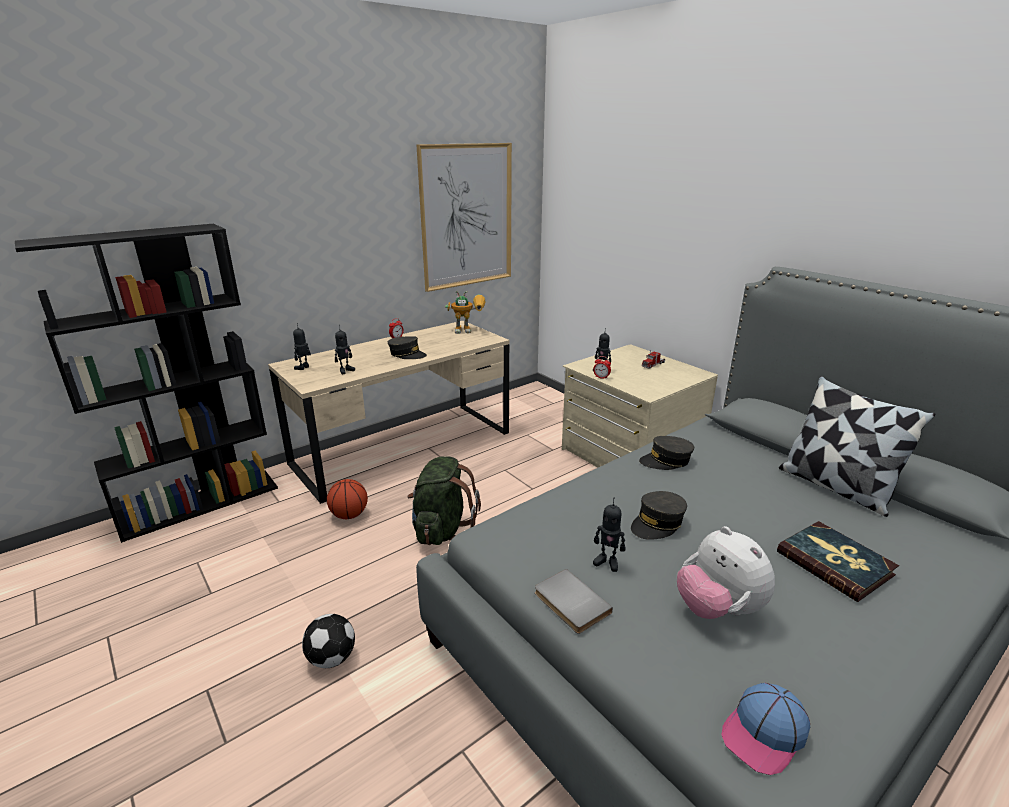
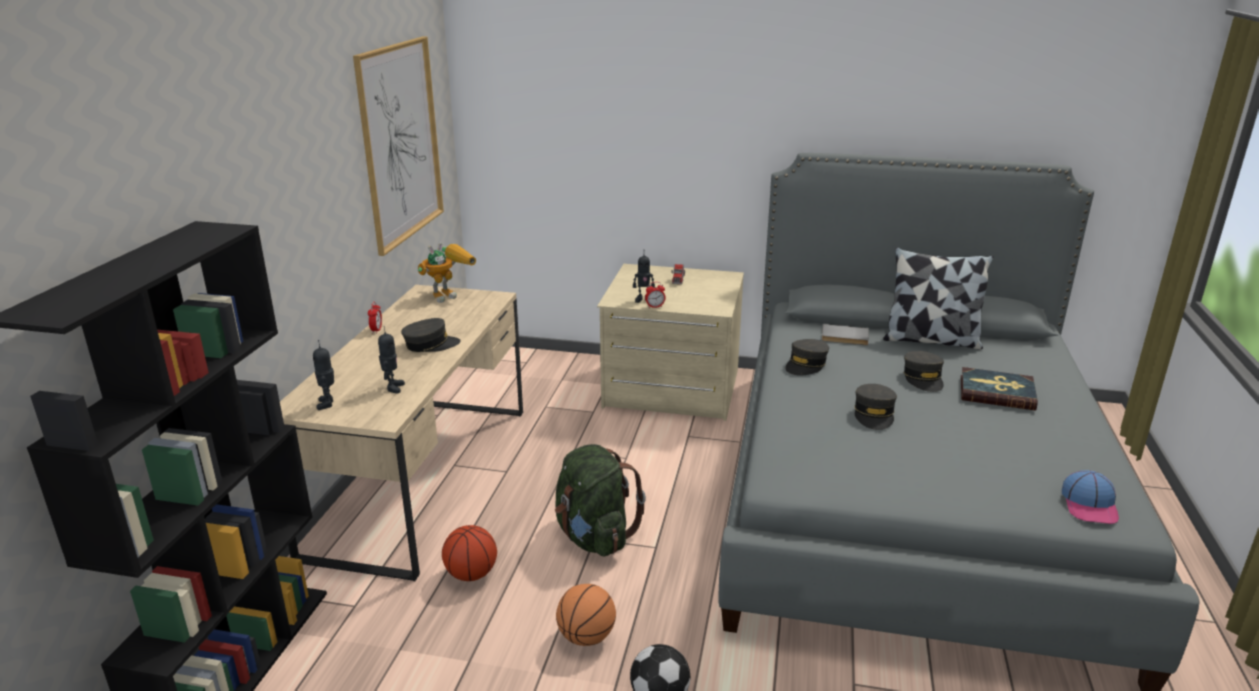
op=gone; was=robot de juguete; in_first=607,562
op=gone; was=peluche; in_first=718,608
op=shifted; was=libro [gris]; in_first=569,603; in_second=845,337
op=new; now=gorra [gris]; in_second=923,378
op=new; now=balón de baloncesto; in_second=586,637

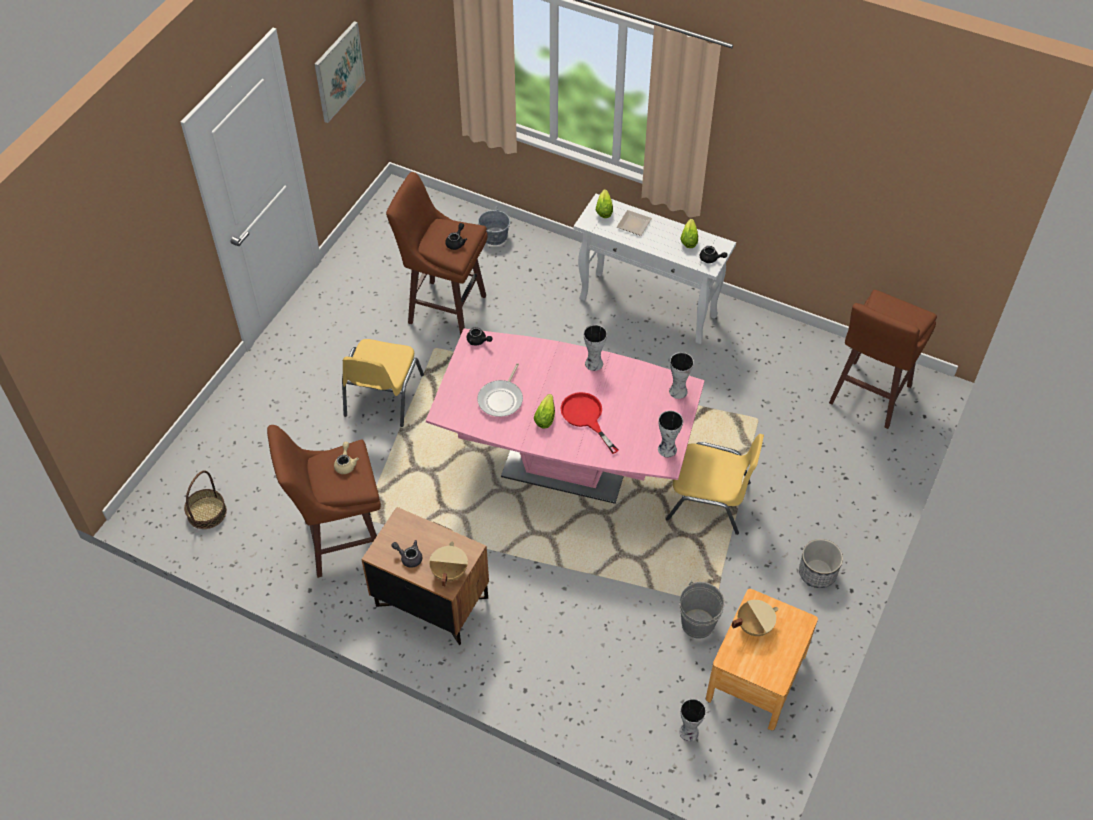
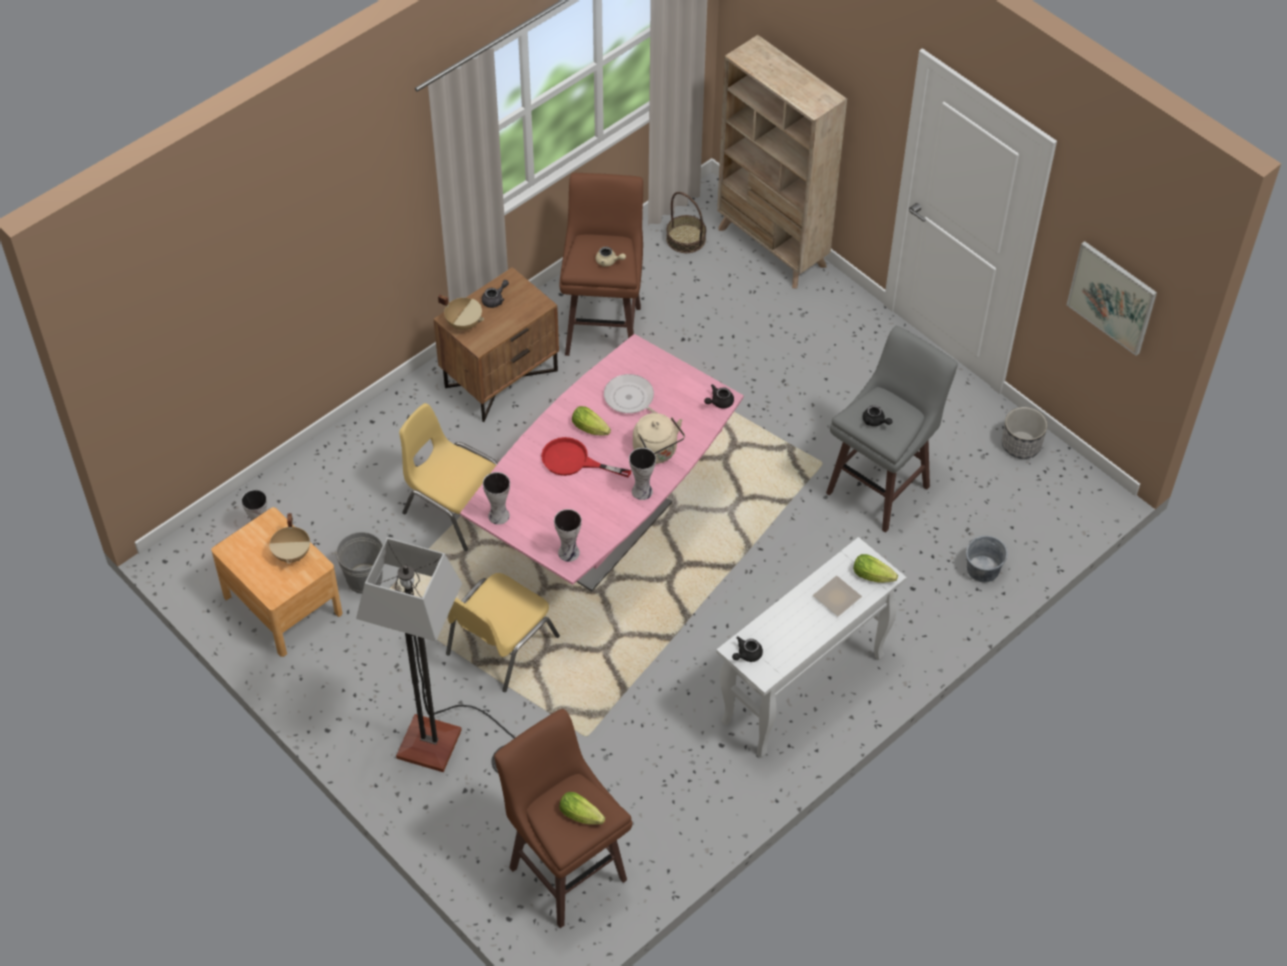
op=repainted; was=taburete [marrón]; now=taburete [gris]; in_first=445,308; in_second=880,488
op=shifted; was=lechuga; in_first=689,238; in_second=583,816
op=shifted; was=silla [amarillo]; in_first=382,396; in_second=455,506
op=rotated; was=sartén [rojo]; in_first=585,417; in_second=573,461; clockwise=-150
op=shifted; was=maceta; in_first=817,573; in_second=1021,445
op=new; now=estantería [beis]; in_second=772,248
op=new; now=hervidor [beis]; in_second=657,452
op=new; now=lámpara de pie; in_second=448,744

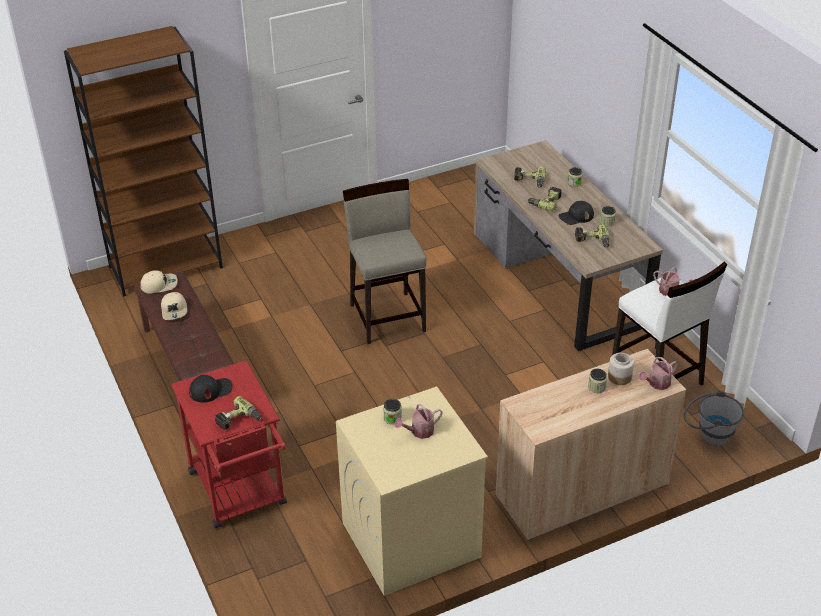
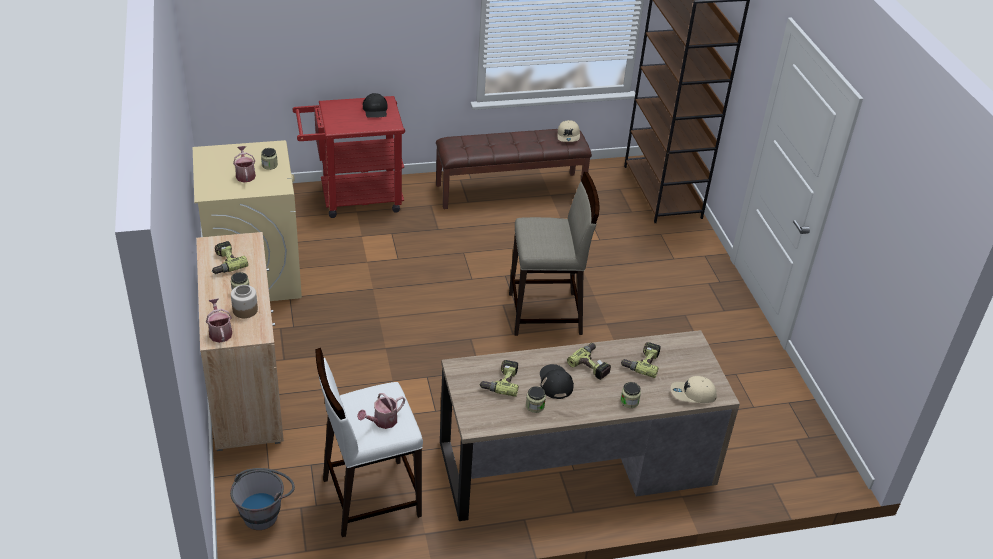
op=shifted; was=gorra [beis]; in_first=174,310; in_second=693,394
op=shifted; was=taladro; in_first=238,421; in_second=224,263

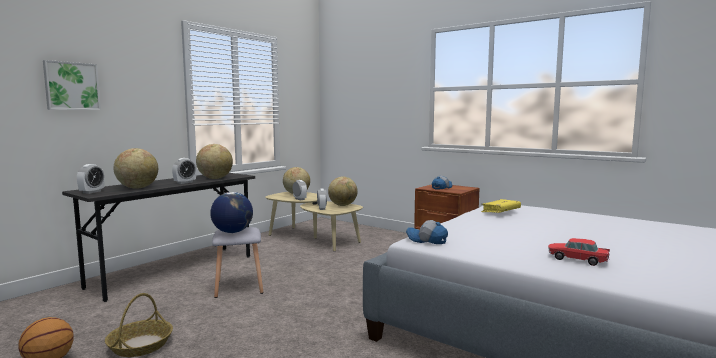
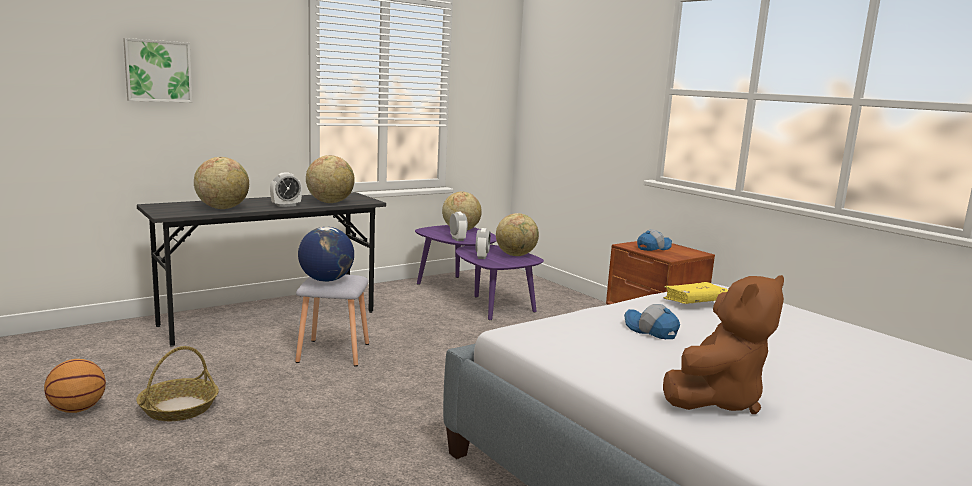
op=gone; was=despertador; in_first=92,192
op=repainted; was=mesa de centro [beis]; now=mesa de centro [morado]; in_first=313,238; in_second=473,296
op=shifted; was=gorra; in_first=426,240; in_second=650,331
op=swapped; was=coche de juguete; now=peluche [marrón]; in_first=577,260; in_second=716,399

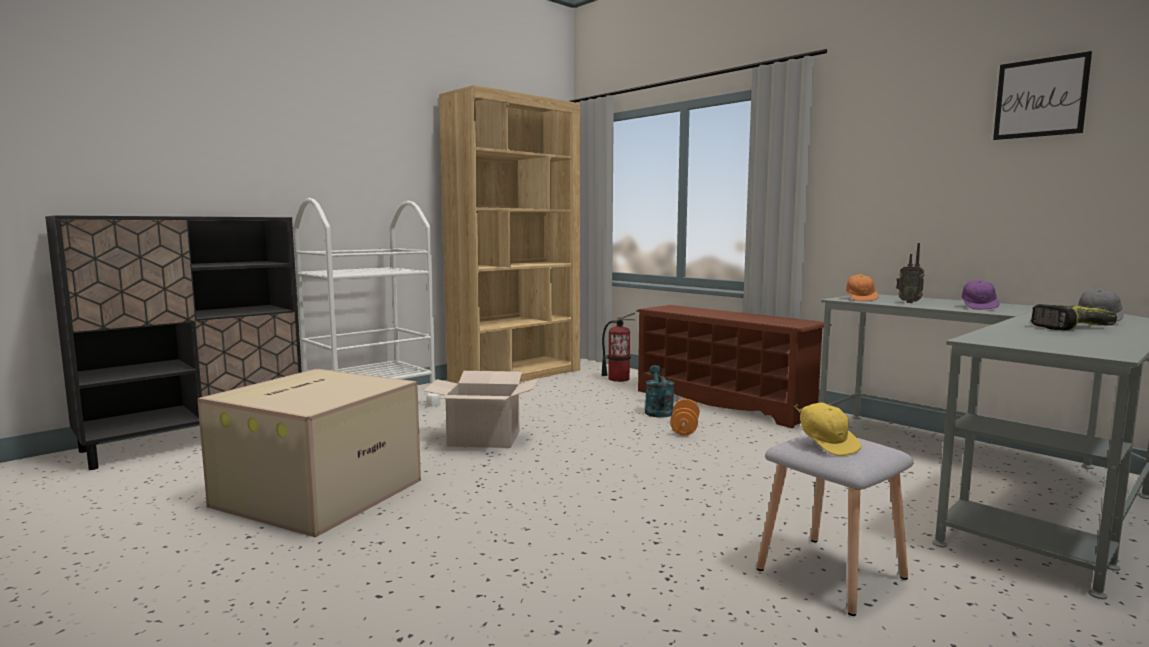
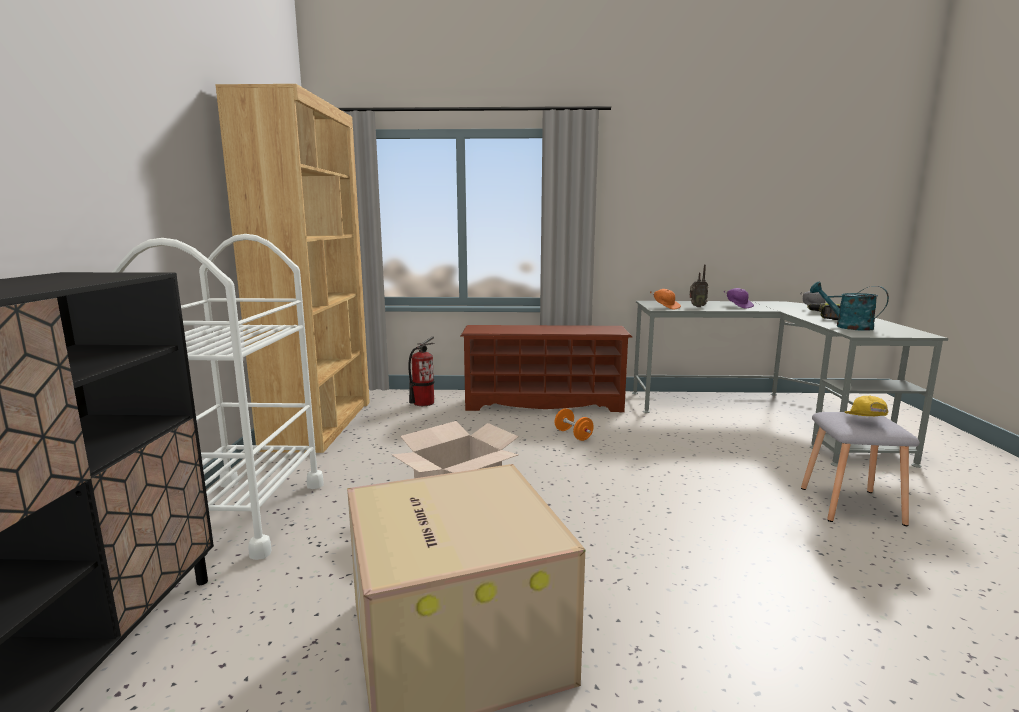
op=gone; was=cuadro; in_first=1040,97
op=shifted; was=regadera [turquesa]; in_first=658,411; in_second=847,326
op=rotated; was=gorra [amarillo]; in_first=826,445; in_second=865,422; clockwise=-105

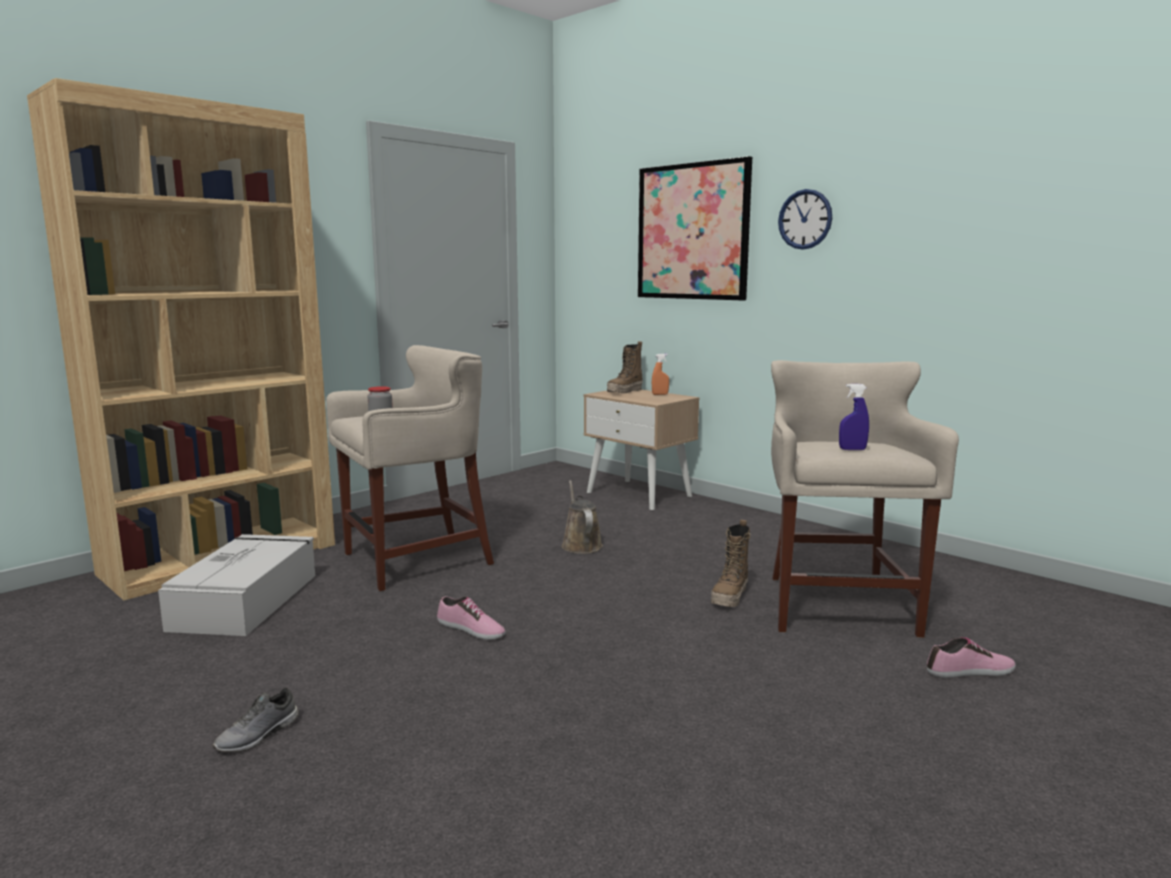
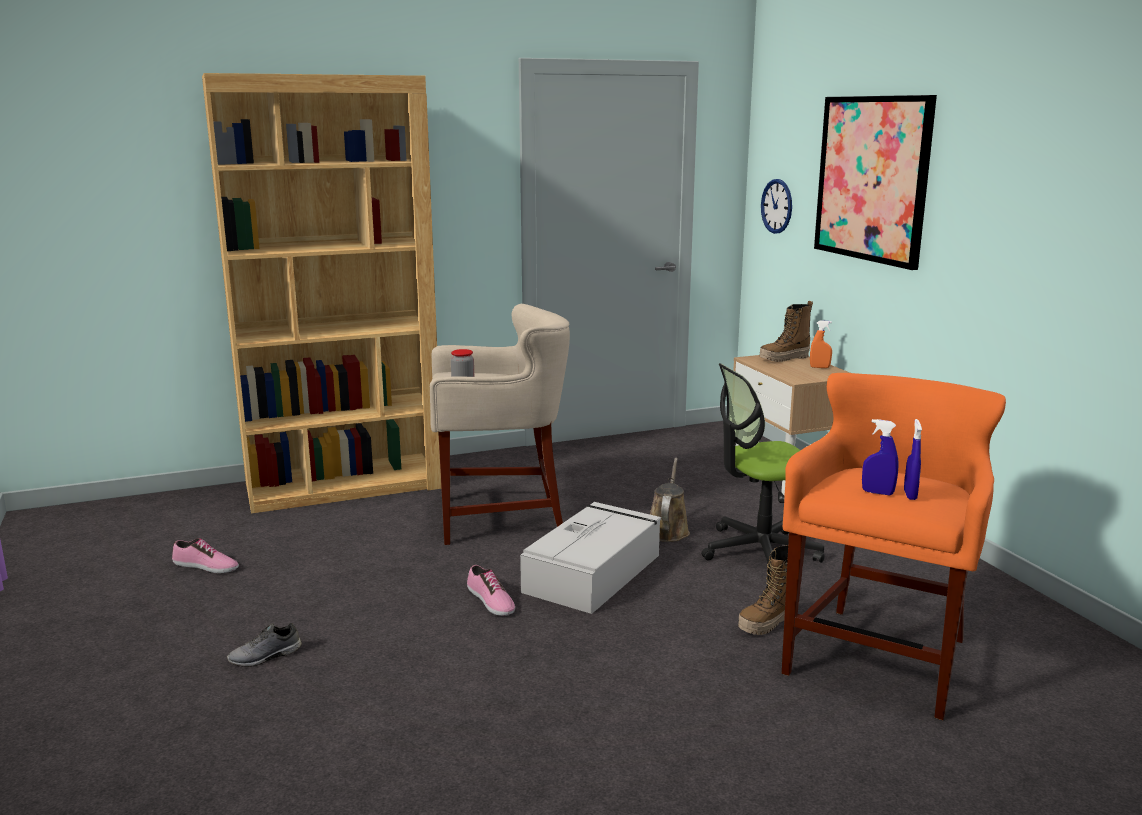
op=shifted; was=reloj de pared; in_first=805,219; in_second=777,206
op=repainted; was=taburete [beis]; now=taburete [naranja]; in_first=837,606; in_second=878,660
op=shifted; was=caja de almacenaje [gris]; in_first=247,600; in_second=594,572
op=shifted; was=zapato; in_first=970,671; in_second=205,566
op=new; now=silla de oficina; in_second=759,551
op=new; now=pulverizador [azul]; in_second=910,495

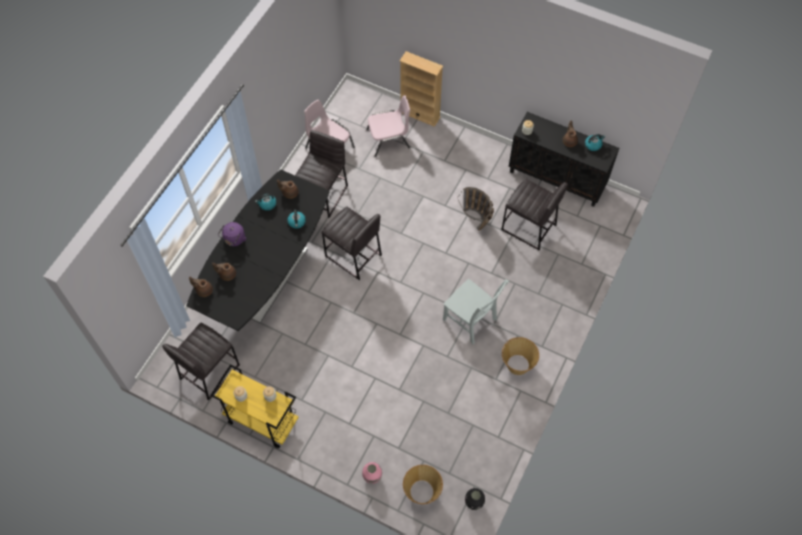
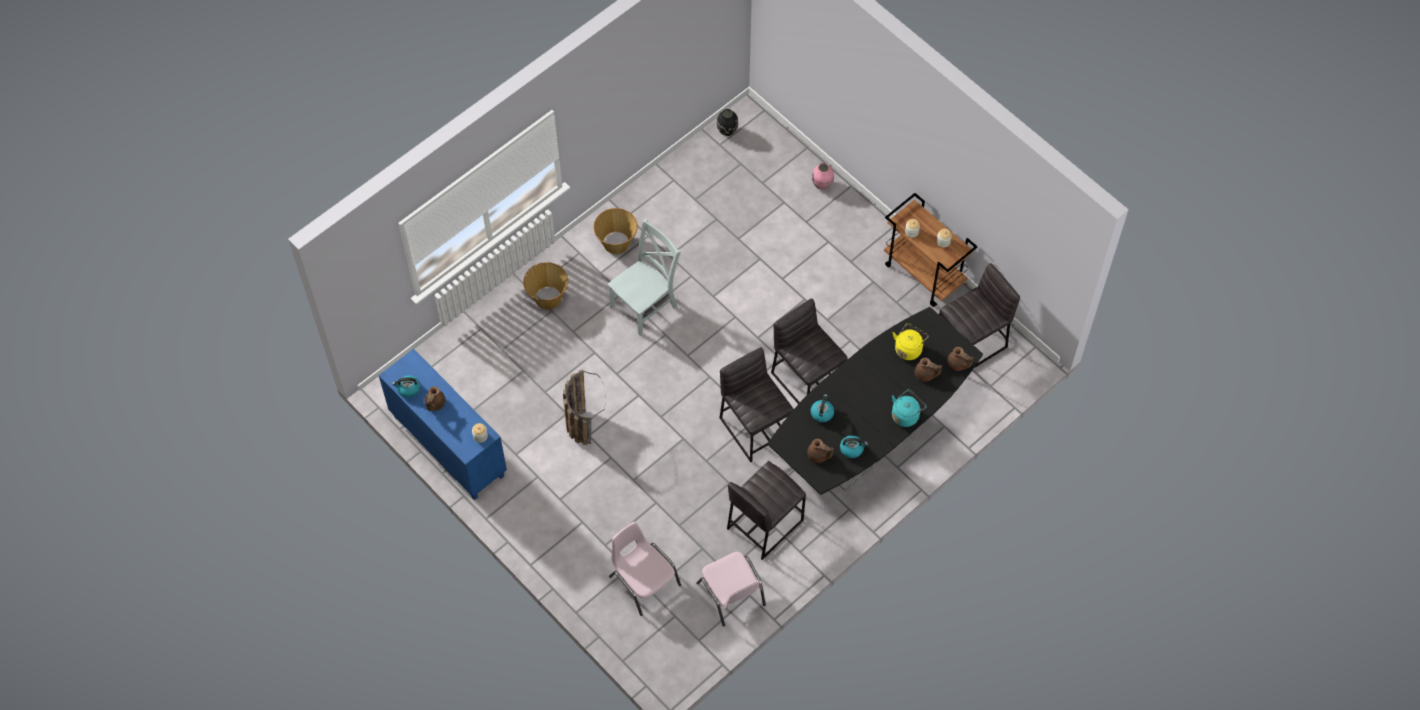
op=gone; was=estantería [beis]; in_first=420,114
op=rotated; was=silla [rosa]; in_first=389,139; in_second=643,580; clockwise=45
op=repainted; was=armario [negro]; now=armario [azul]; in_first=557,179; in_second=447,446
op=shifted; was=taburete [gris]; in_first=529,228; in_second=807,380
op=repainted; was=hervidor [morado]; now=hervidor [turquesa]; in_first=234,240; in_second=906,415
op=rotated; was=silla [gris]; in_first=471,321; in_second=646,305; clockwise=75
op=repainted; was=carrito [amarillo]; now=carrito [marrón]; in_first=261,421; in_second=924,274
op=shifted; was=cesta; in_first=422,492; in_second=547,297
op=new; now=hervidor [amarillo]; in_second=909,348

